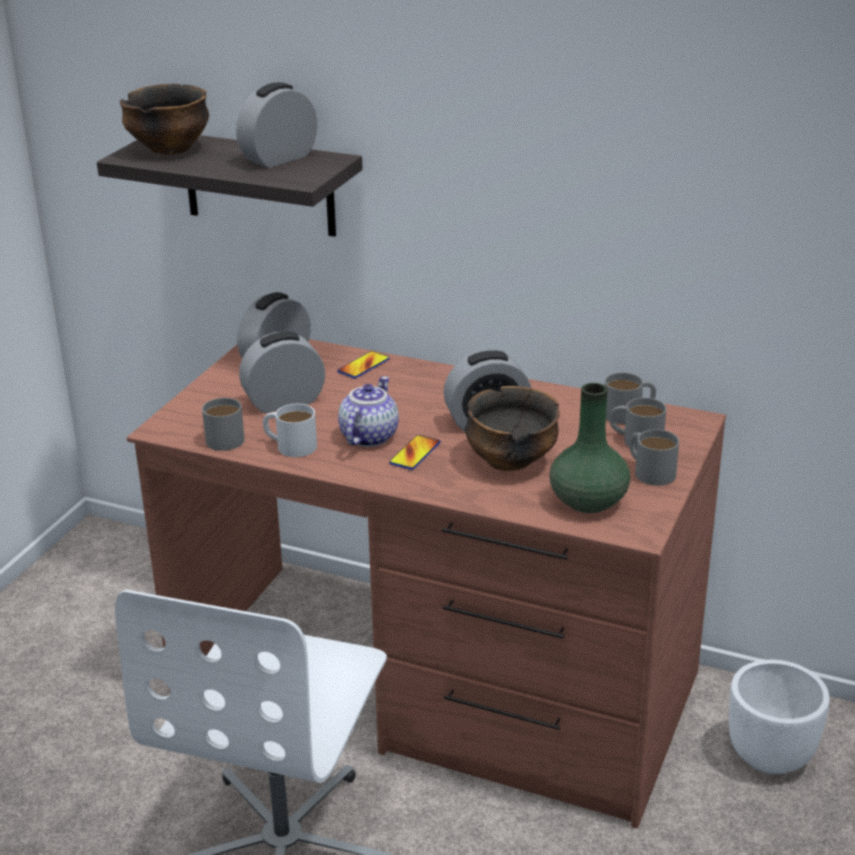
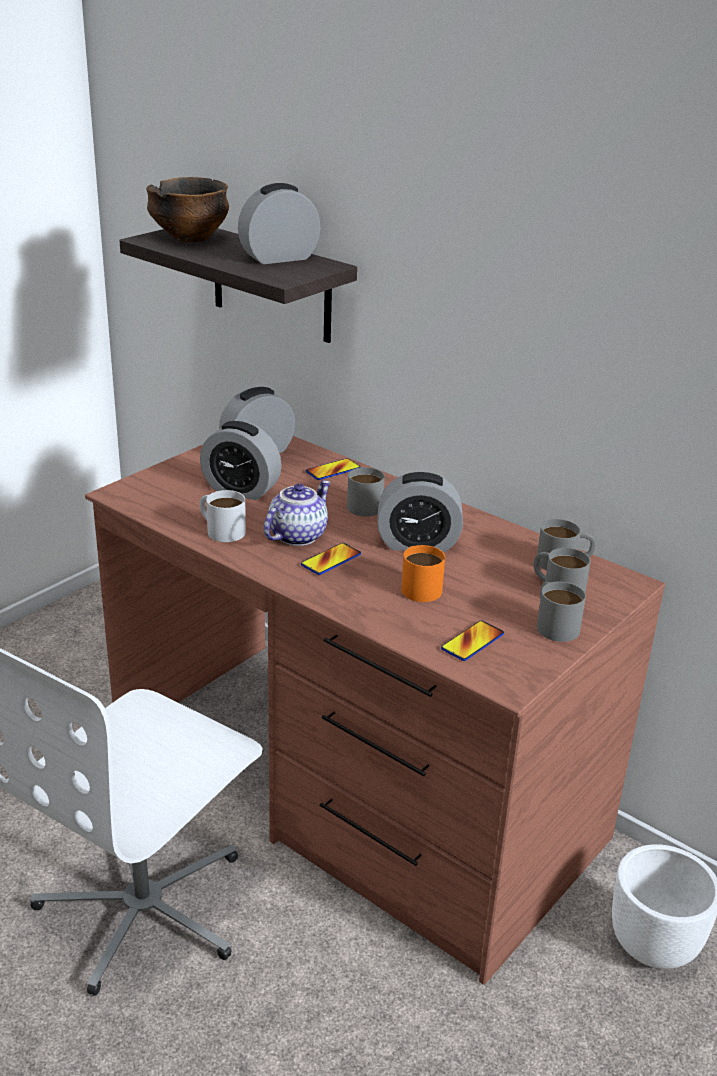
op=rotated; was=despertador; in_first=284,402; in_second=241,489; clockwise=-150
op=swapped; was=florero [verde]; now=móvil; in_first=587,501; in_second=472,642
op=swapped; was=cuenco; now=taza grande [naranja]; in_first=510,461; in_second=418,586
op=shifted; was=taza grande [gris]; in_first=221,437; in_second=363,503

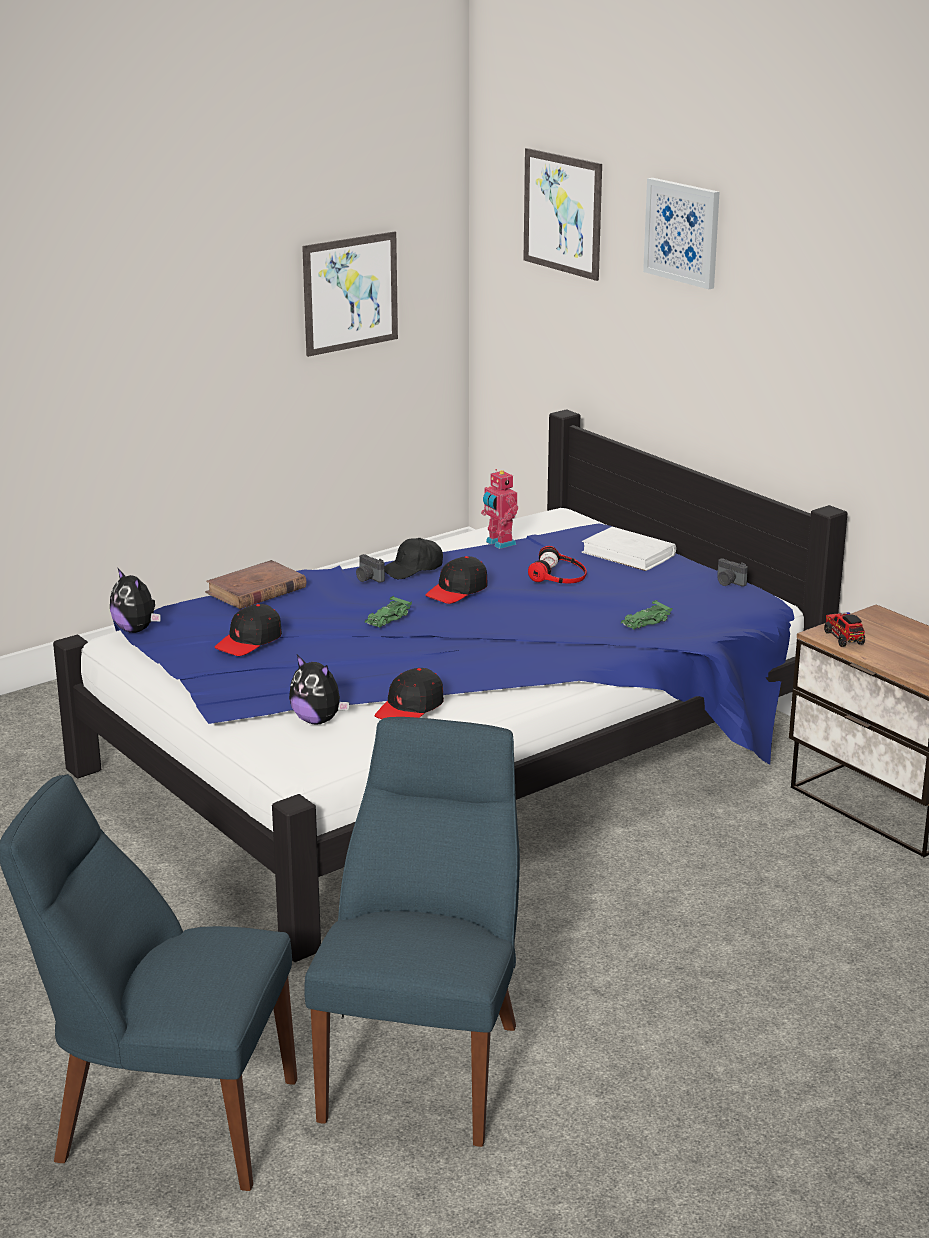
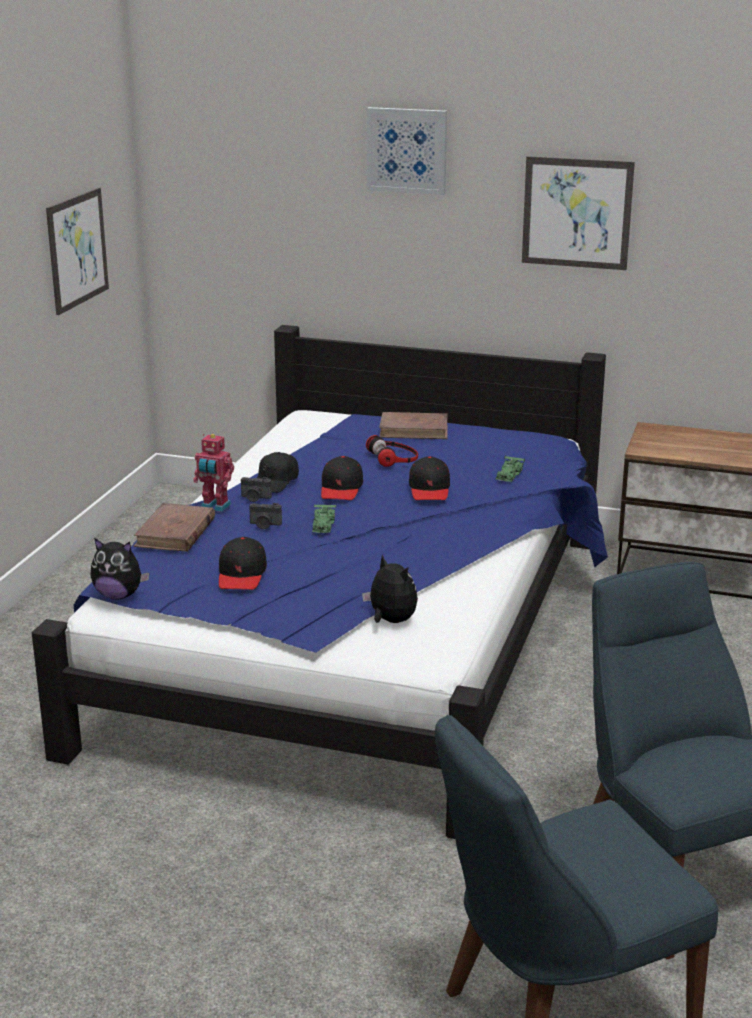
op=shifted; was=cuadro; in_first=562,213; in_second=577,213
op=shifted; was=robot de juguete; in_first=499,543; in_second=215,507
op=repainted; was=libro [blanco]; now=libro [marrón]; in_first=629,554; in_second=414,430
op=shifted; was=cámara; in_first=728,583; in_second=265,525
op=gone; was=camión de juguete; in_first=843,638
op=rotated; was=peluche; in_first=318,720; in_second=390,621; clockwise=-135
op=shifted; was=gorra [negro]; in_first=410,708; in_second=429,489

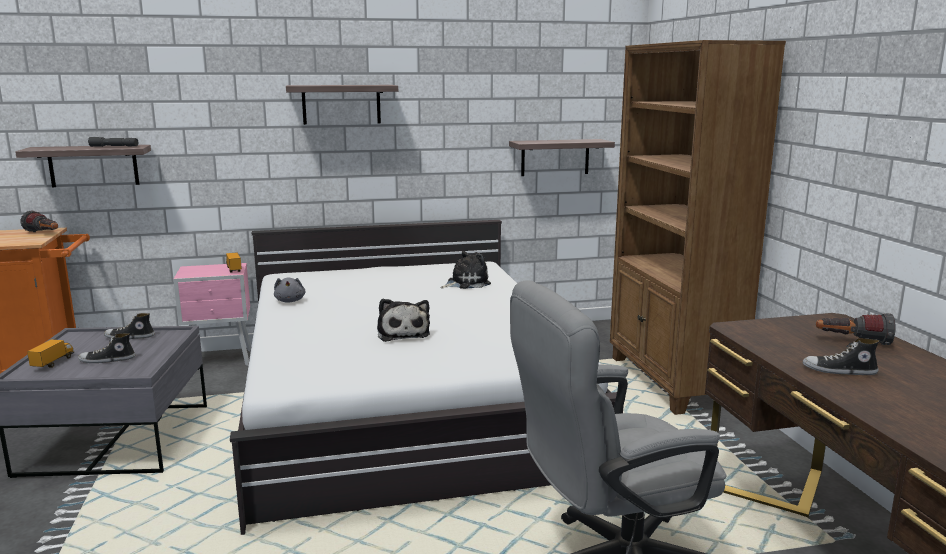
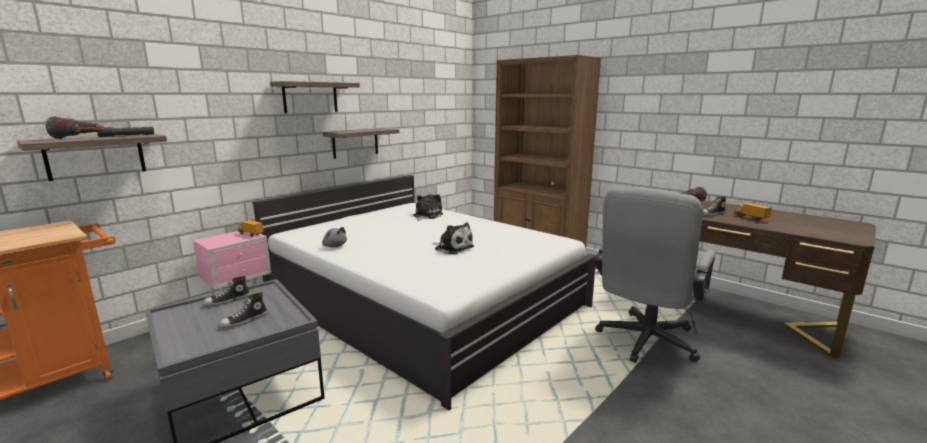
op=shifted; was=estante; in_first=555,157; in_second=355,143
op=shifted; was=linterna; in_first=44,234; in_second=80,139
op=shifted; was=camión de juguete; in_first=53,363; in_second=750,218

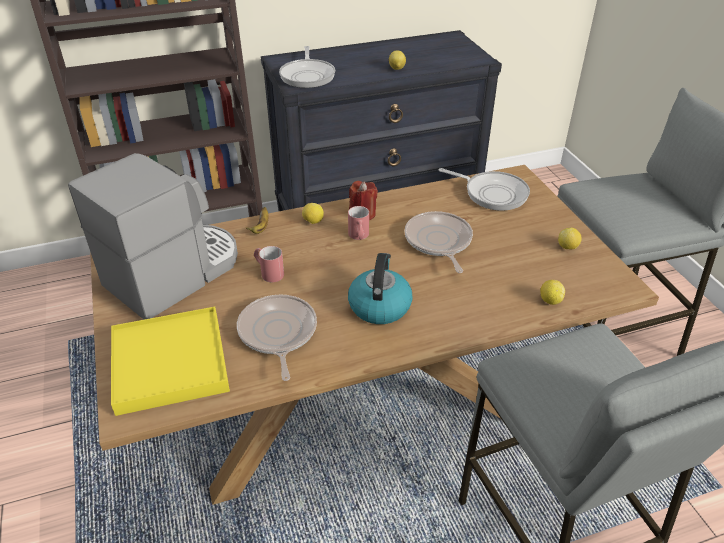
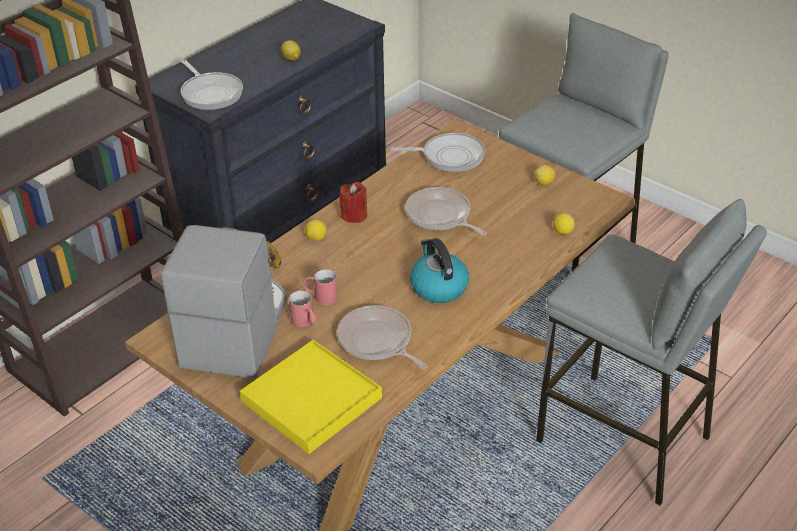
op=shifted; was=taza grande [rojo]; in_first=359,237; in_second=305,323

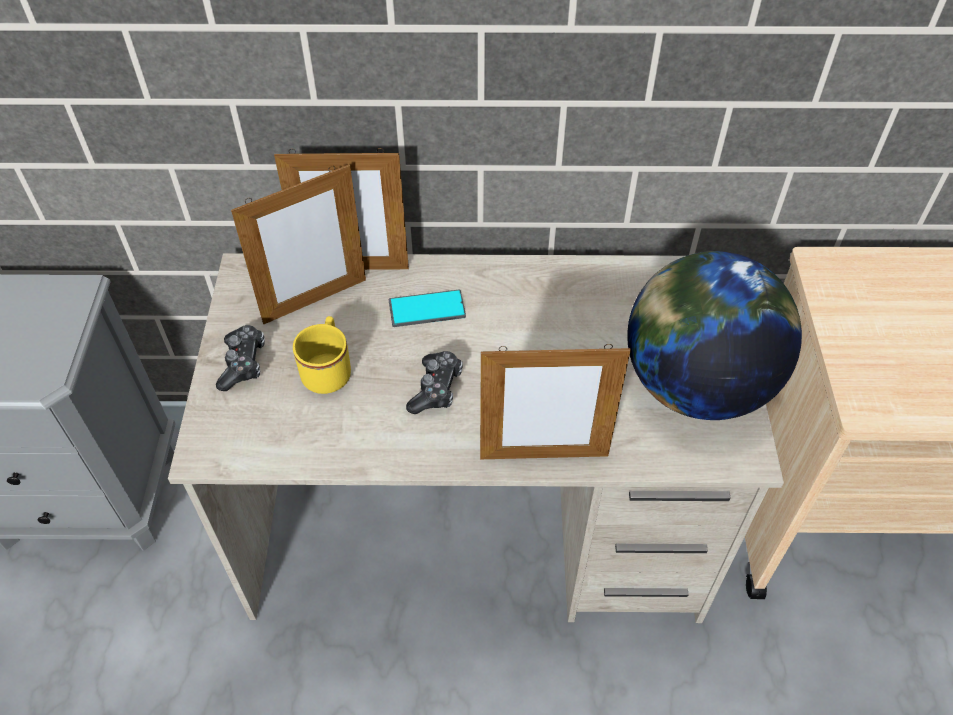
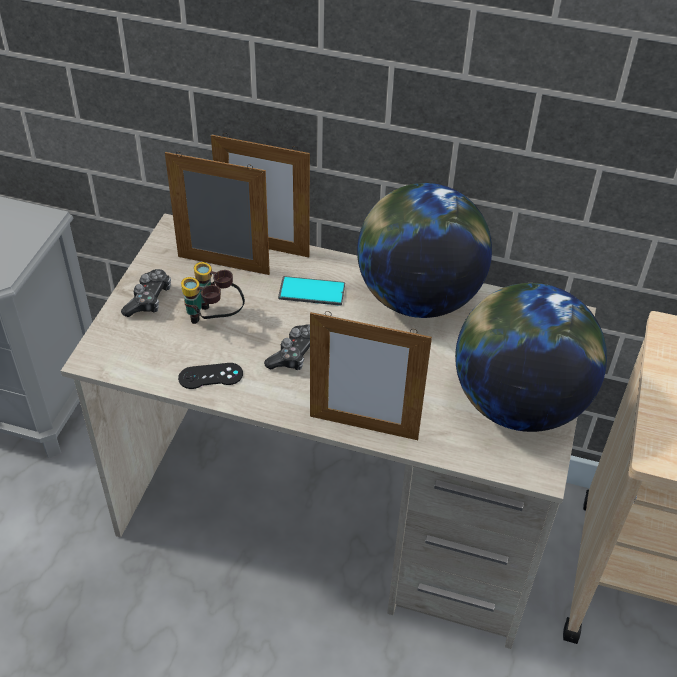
op=rotated; was=portarretratos; in_first=315,301; in_second=223,265; clockwise=-150
op=swapped; was=taza grande [amarillo]; now=prismáticos; in_first=328,369; in_second=214,319
op=new; now=globo terráqueo; in_second=417,297
op=new; now=mando de consola [negro]; in_second=210,376

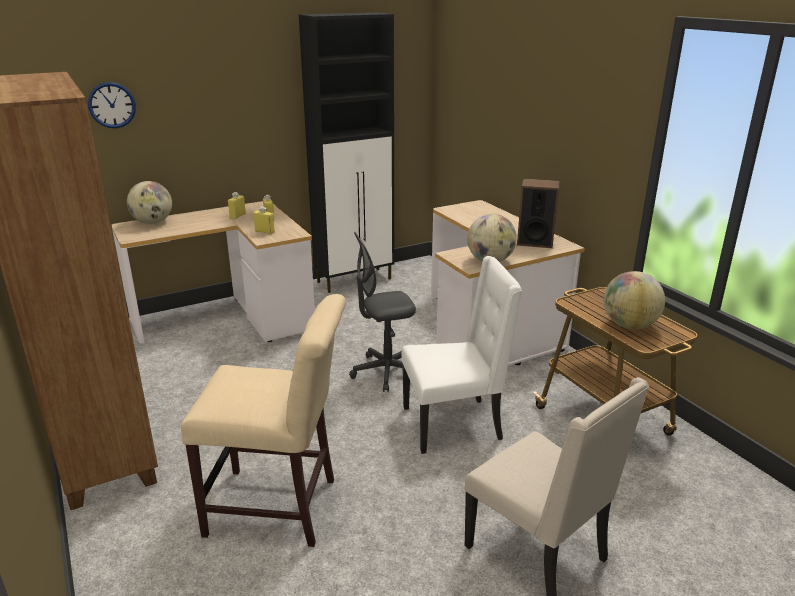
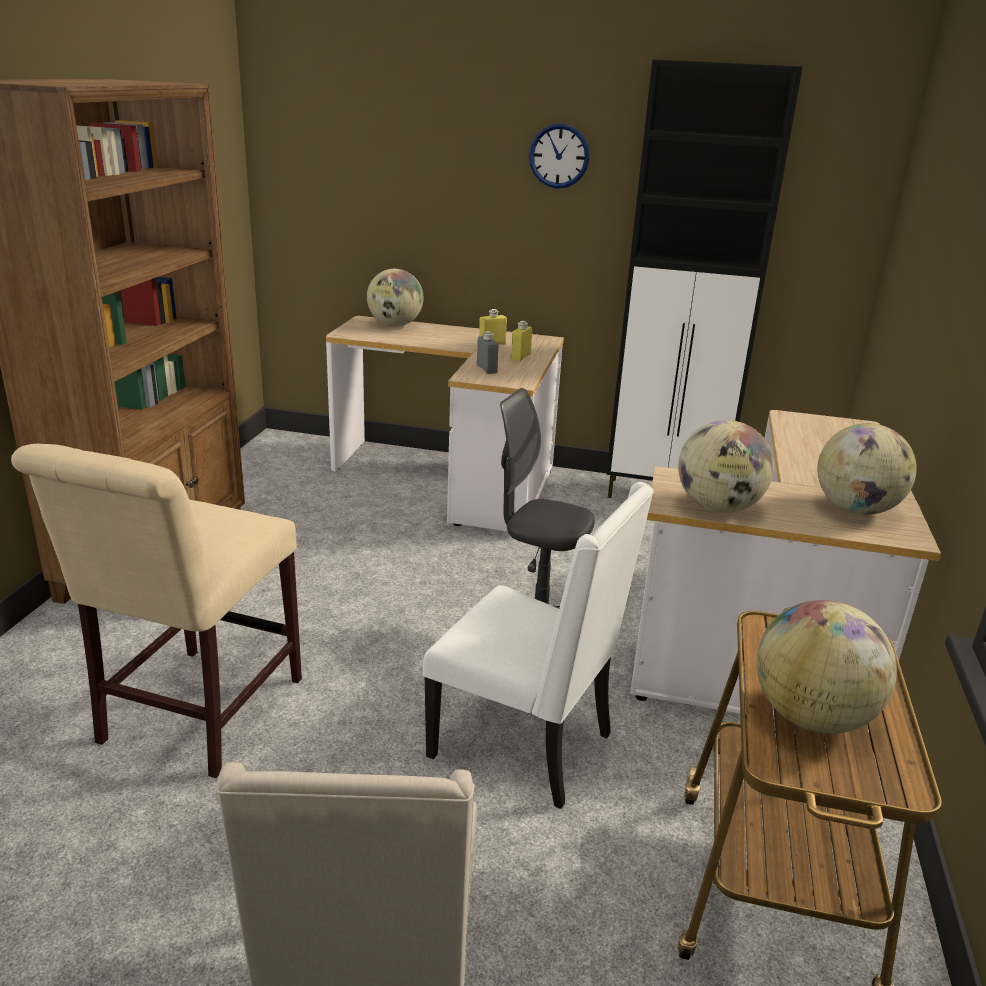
op=shifted; was=reloj de pared; in_first=112,105; in_second=559,156
op=swapped; was=altavoz; now=globo terráqueo; in_first=535,242; in_second=856,509
op=repainted; was=botella [amarillo]; now=botella [gris]; in_first=264,232; in_second=486,369
op=rotated; was=silla [beis]; in_first=279,508; in_second=194,716; clockwise=60

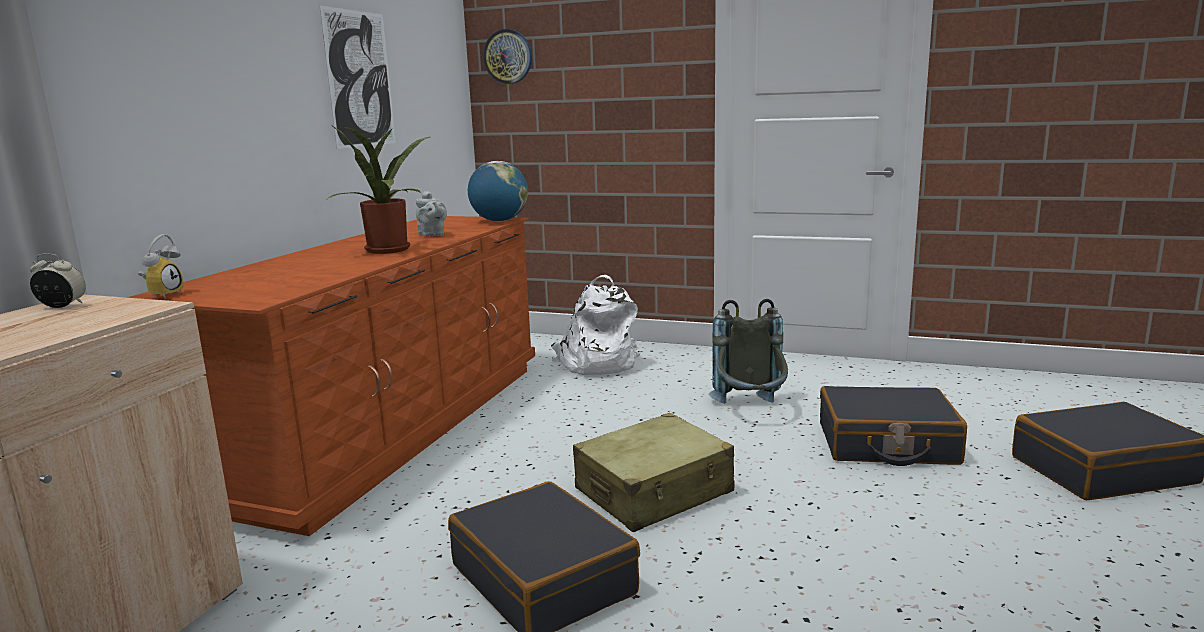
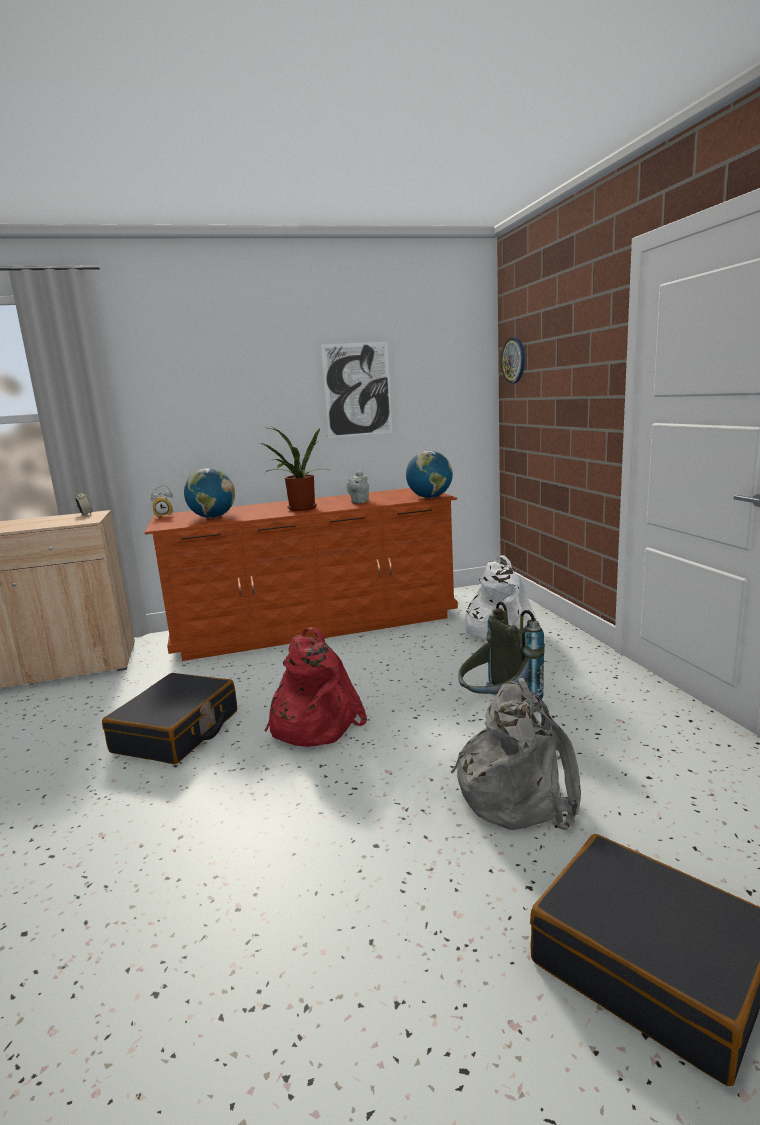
op=swapped; was=maleta [negro]; now=mochila [gris]; in_first=886,444; in_second=517,792
op=swapped; was=maleta [beis]; now=mochila [rojo]; in_first=654,492; in_second=312,723
op=new; now=globo terráqueo; in_second=213,517

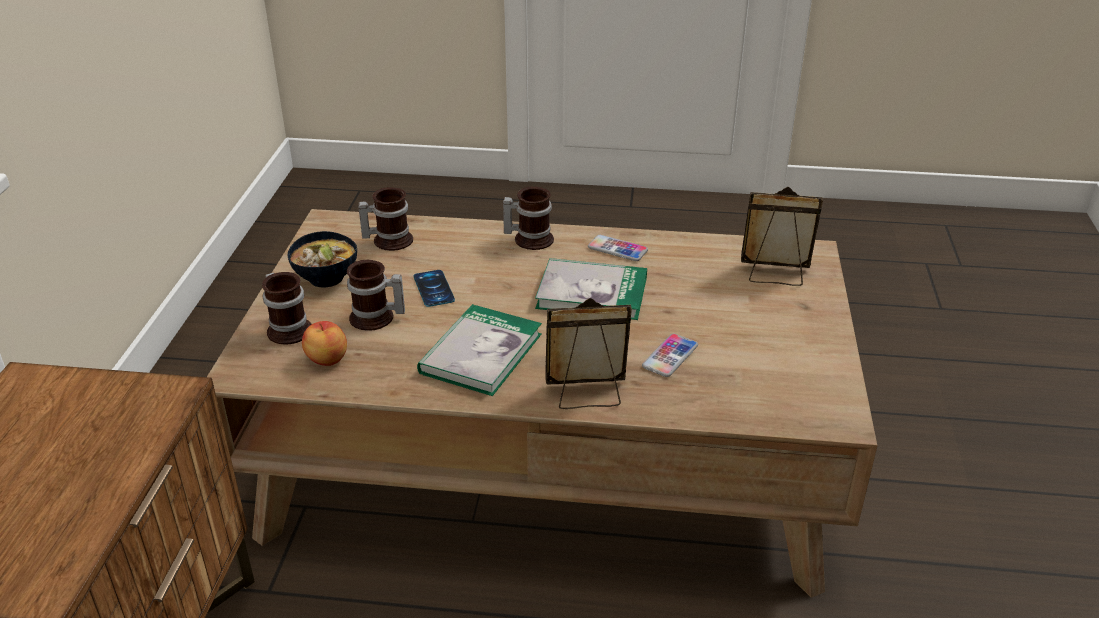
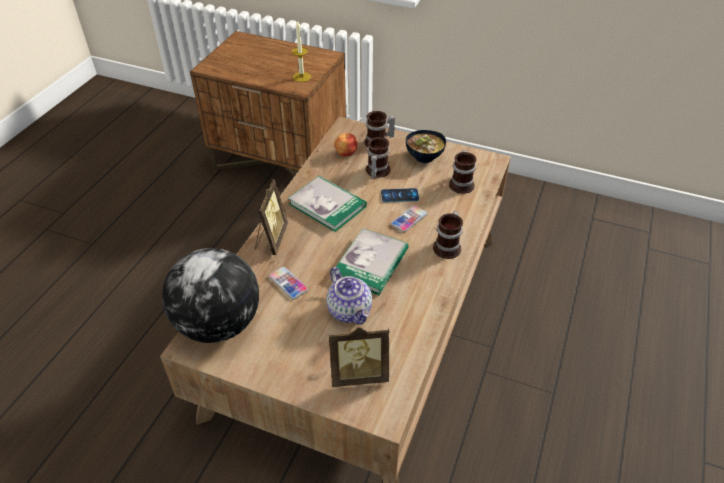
op=rotated; was=portarretratos; in_first=774,275; in_second=359,374; clockwise=60
op=shifted; was=móvil; in_first=617,249; in_second=409,219
op=new; now=vela; in_second=301,77
op=new; now=globo terráqueo; in_second=218,324
op=new; now=tetera; in_second=350,310

